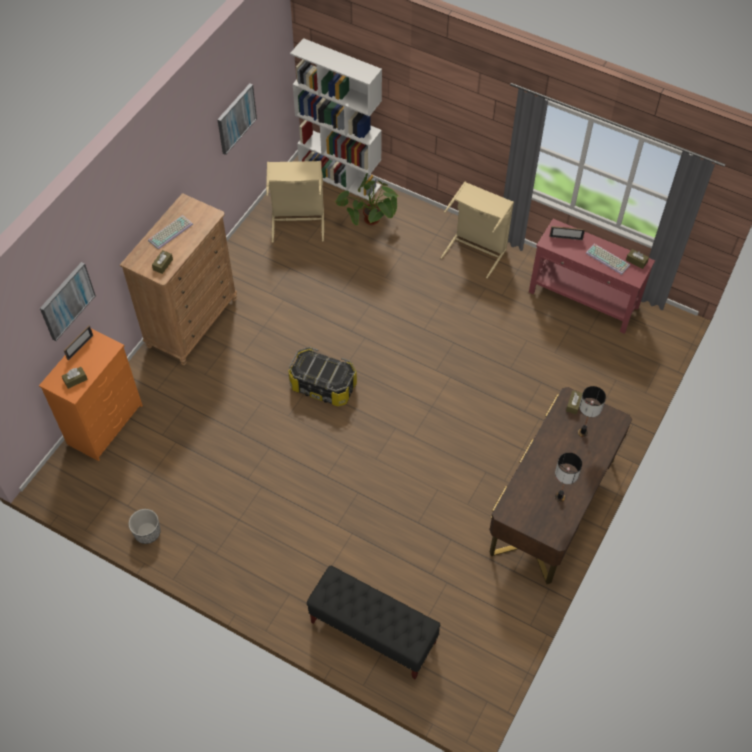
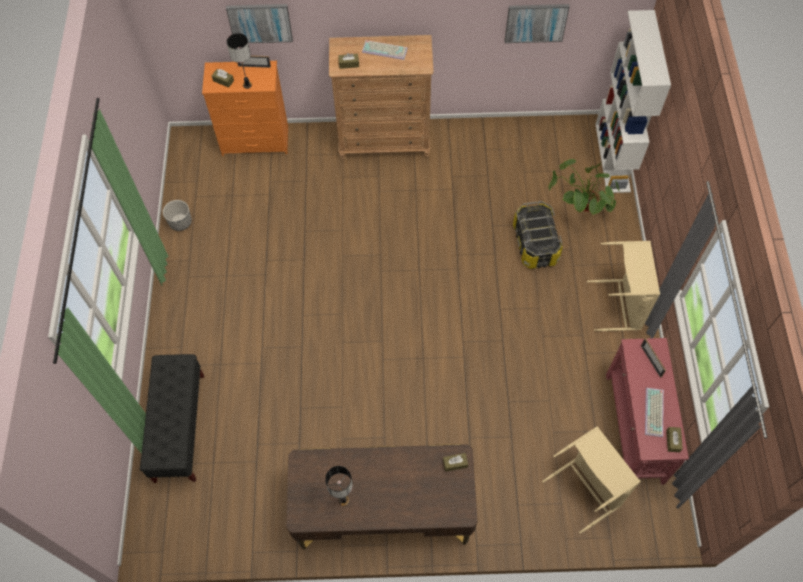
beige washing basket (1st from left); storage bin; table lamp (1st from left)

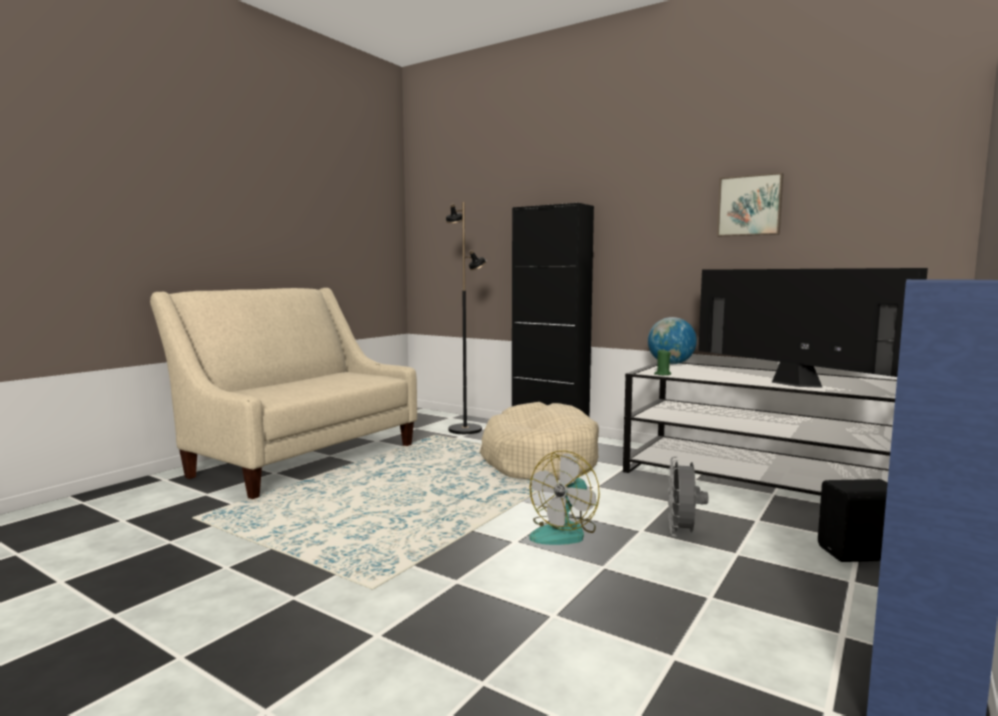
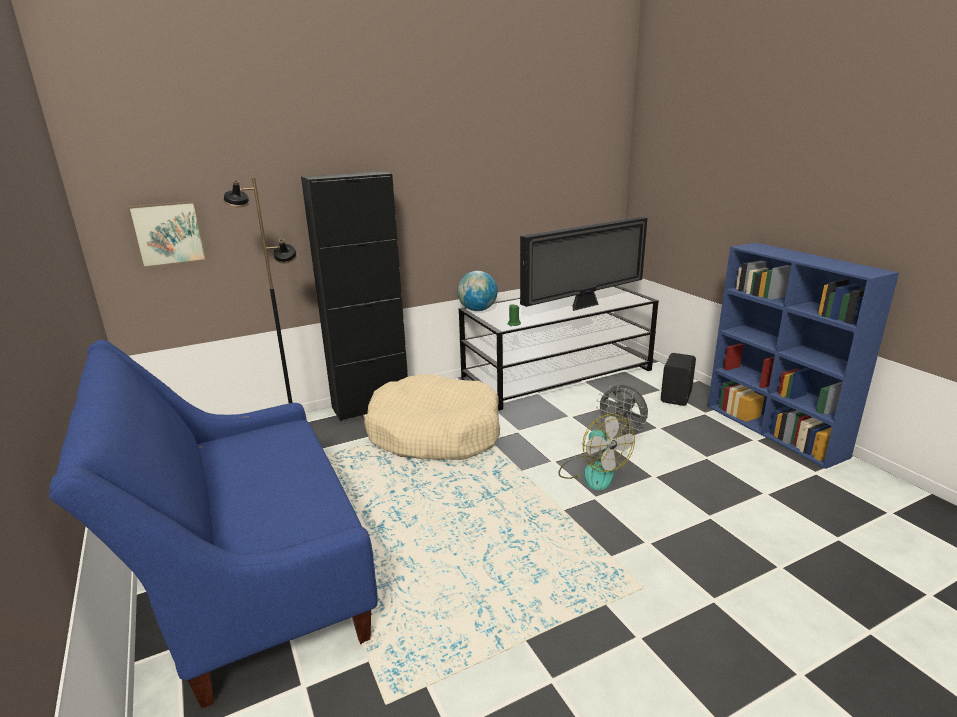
blue sofa; TV set; wall art

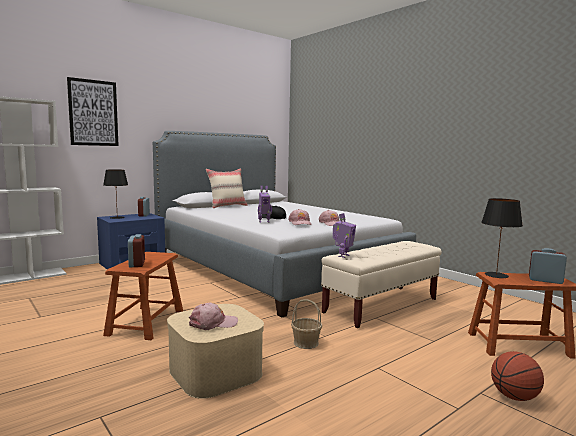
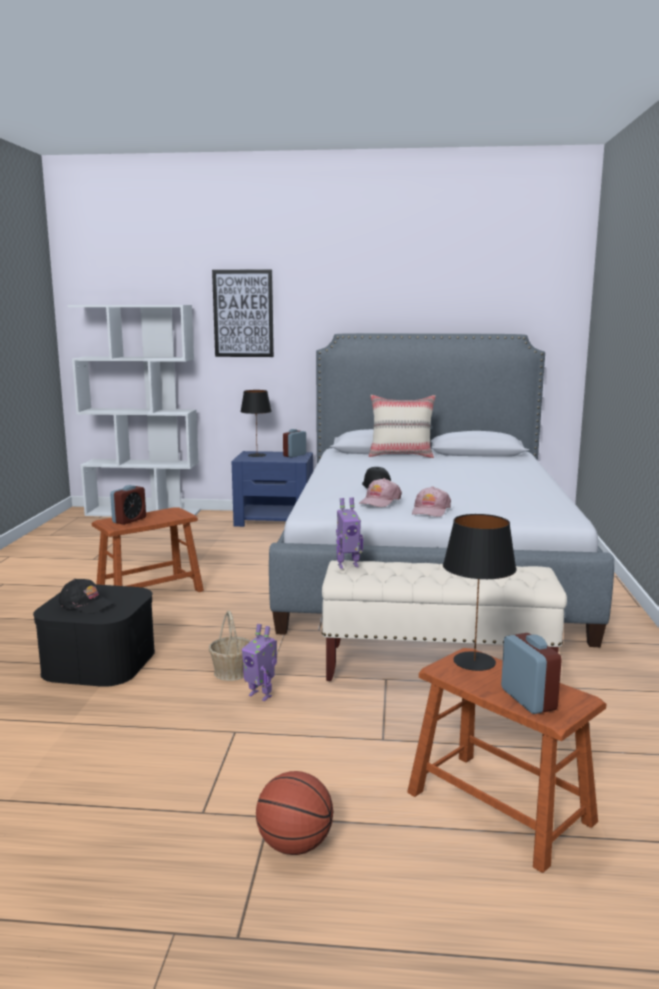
blackish storage bin; blackish peaked cap (1st from left); toy robot (1st from left)

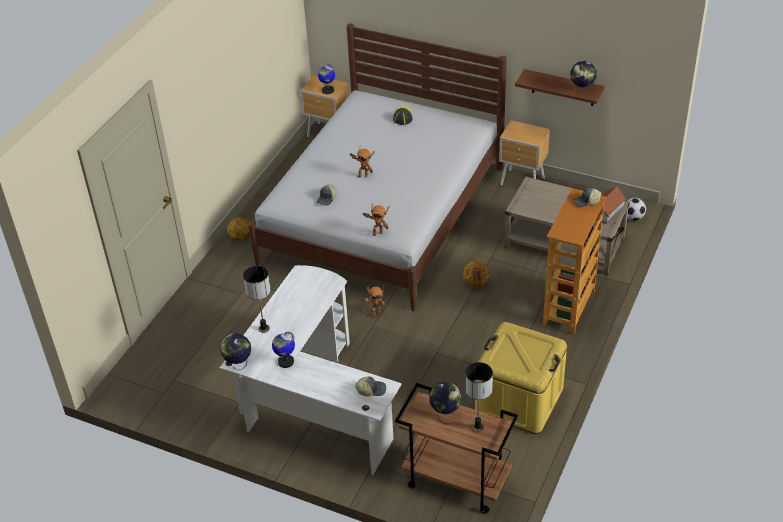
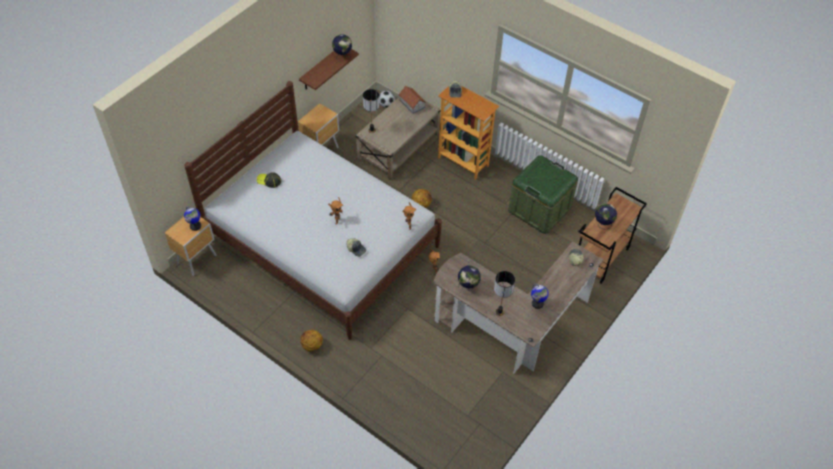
brown-coloured desk table; desk globe (3rd from left); table lamp (1st from left); green storage bin

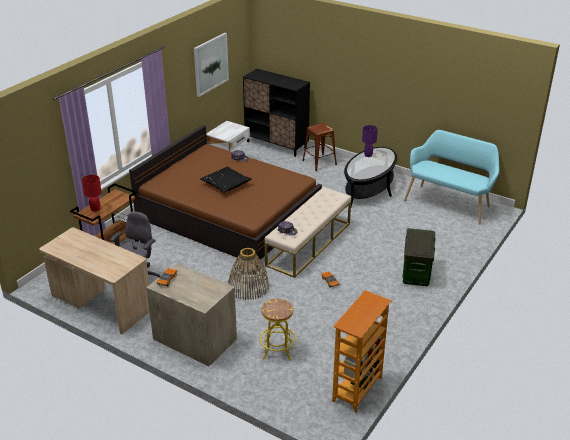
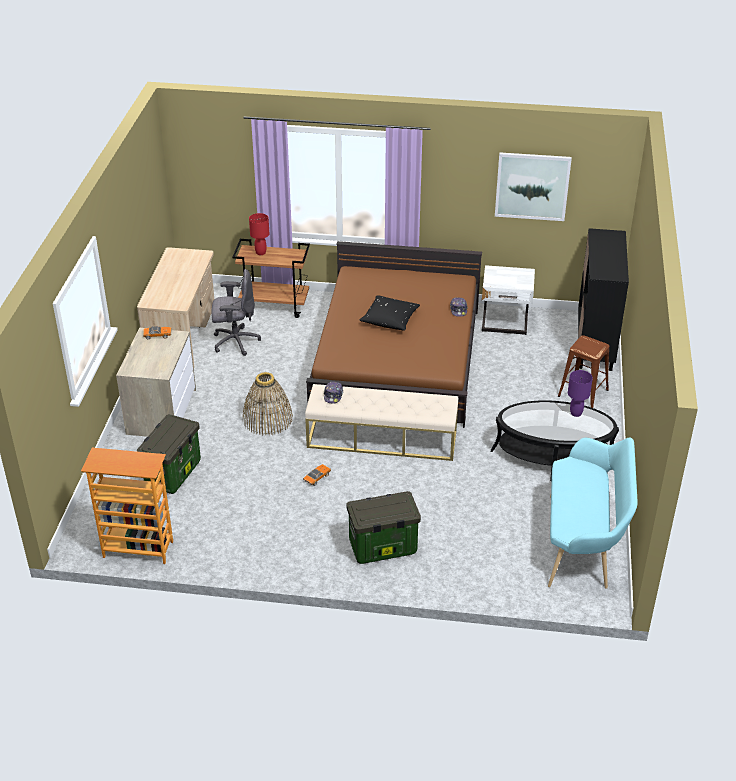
storage bin (1st from left)

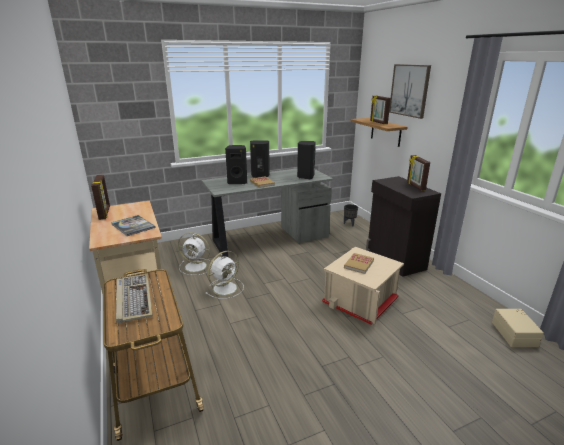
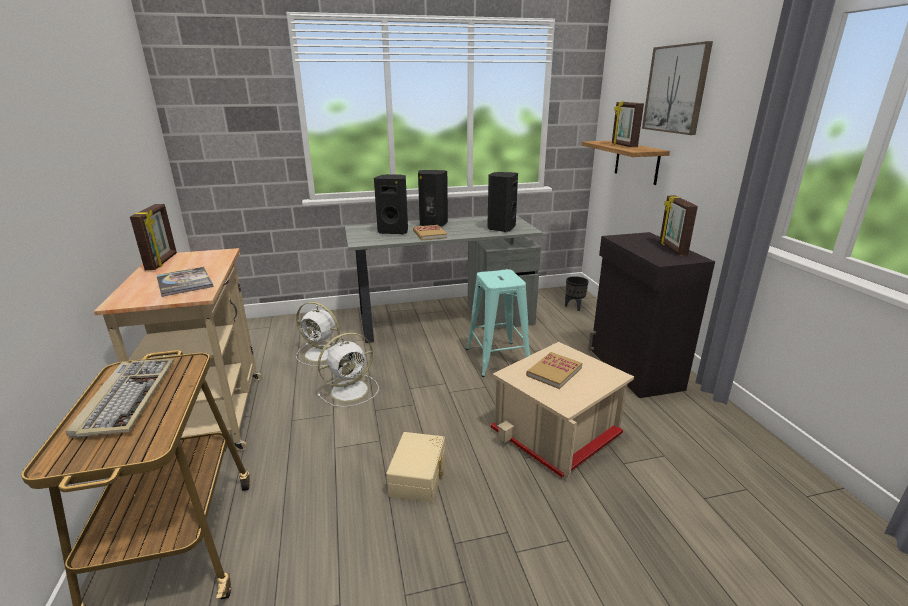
beige storage bin (1st from left); turquoise stool

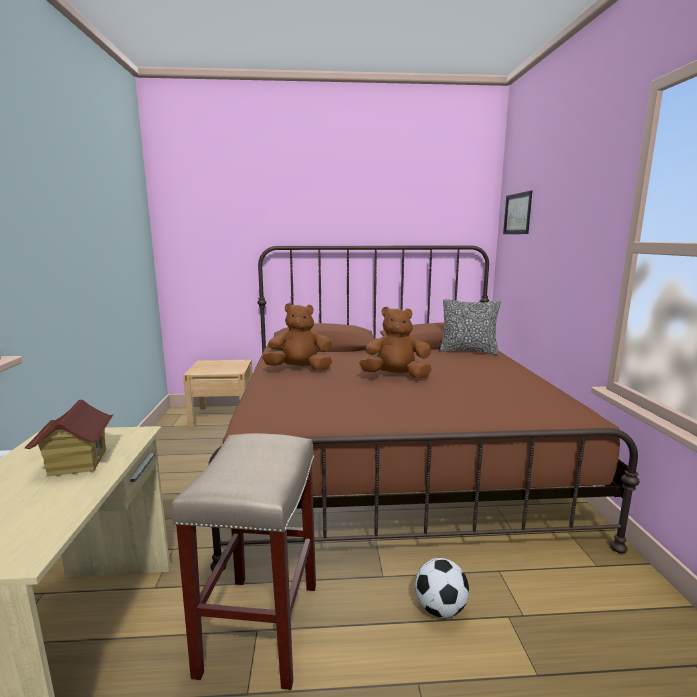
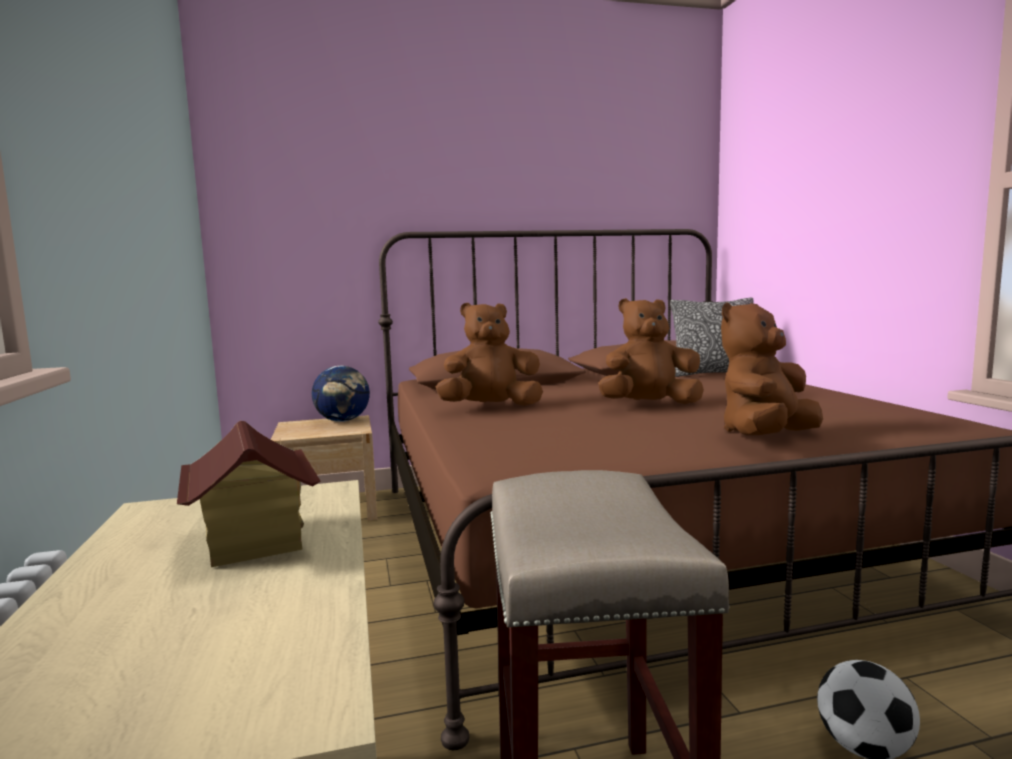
wall art; desk globe; brown-coloured soft toy (3rd from left)

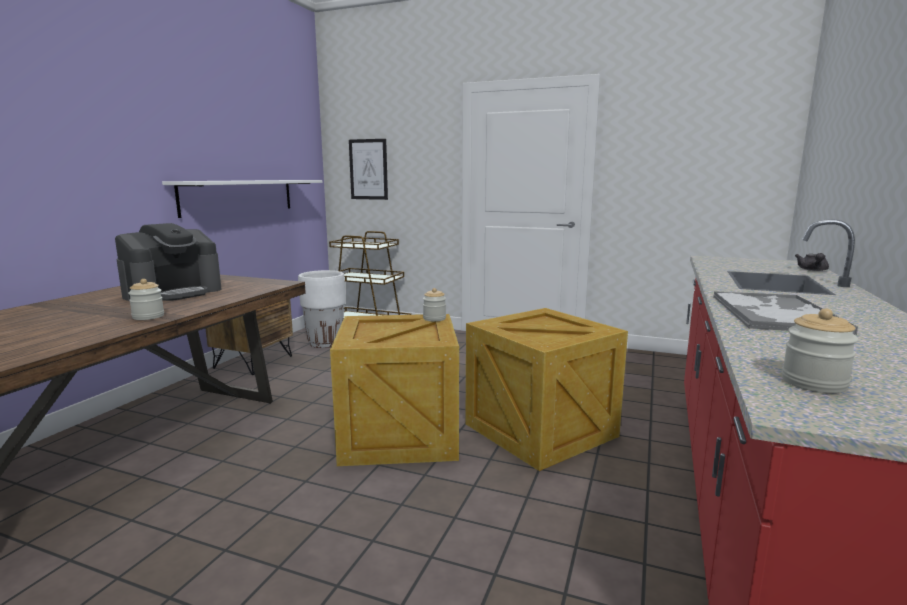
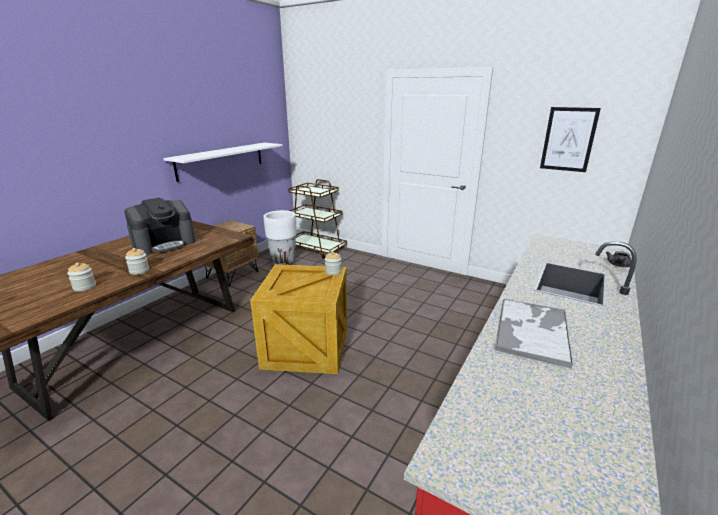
wall art; shipping crate (2nd from left in the first image); preserve jar (1st from left)

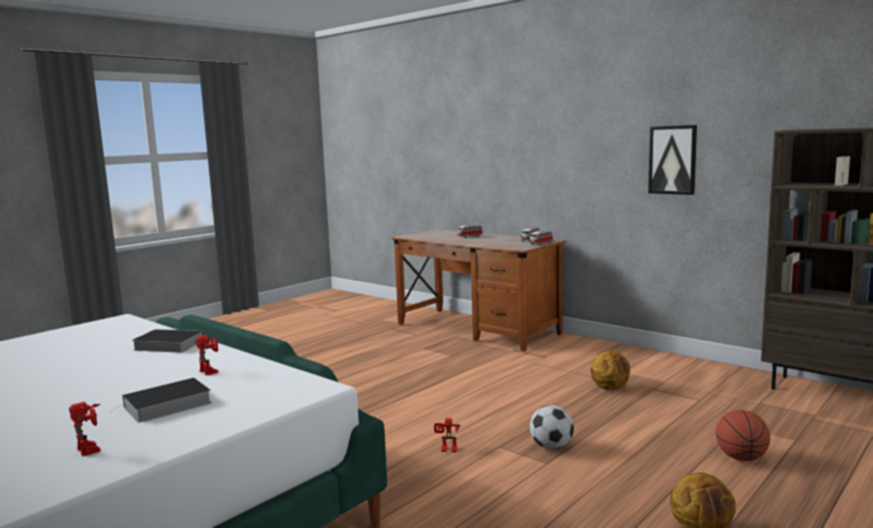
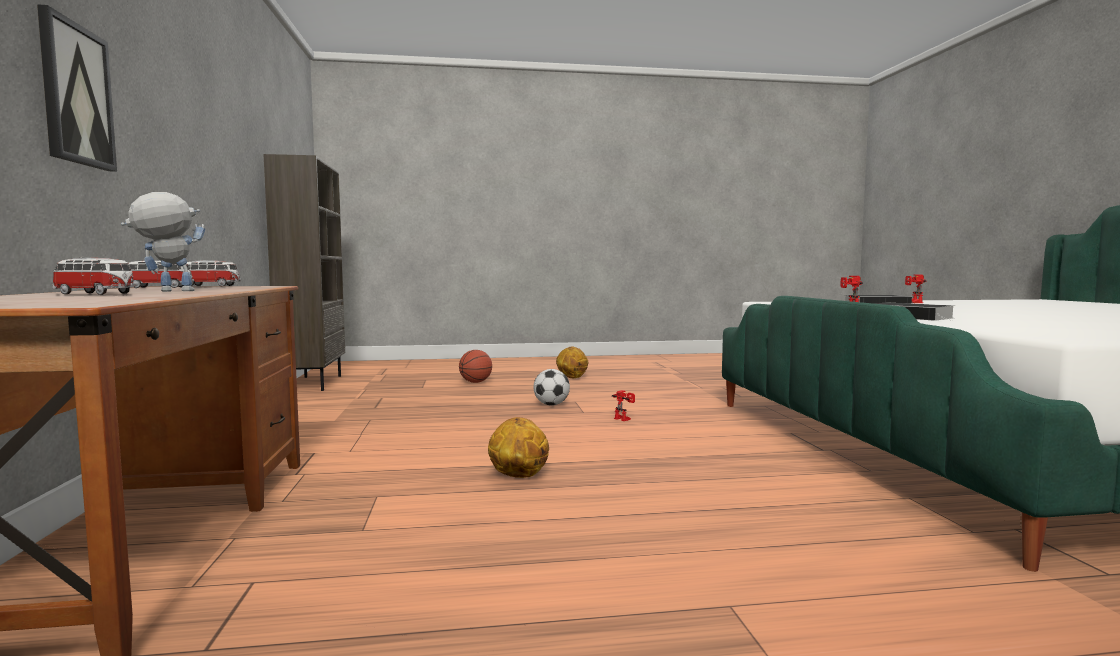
basketball ball (2nd from left); wall art; toy robot (1st from left)

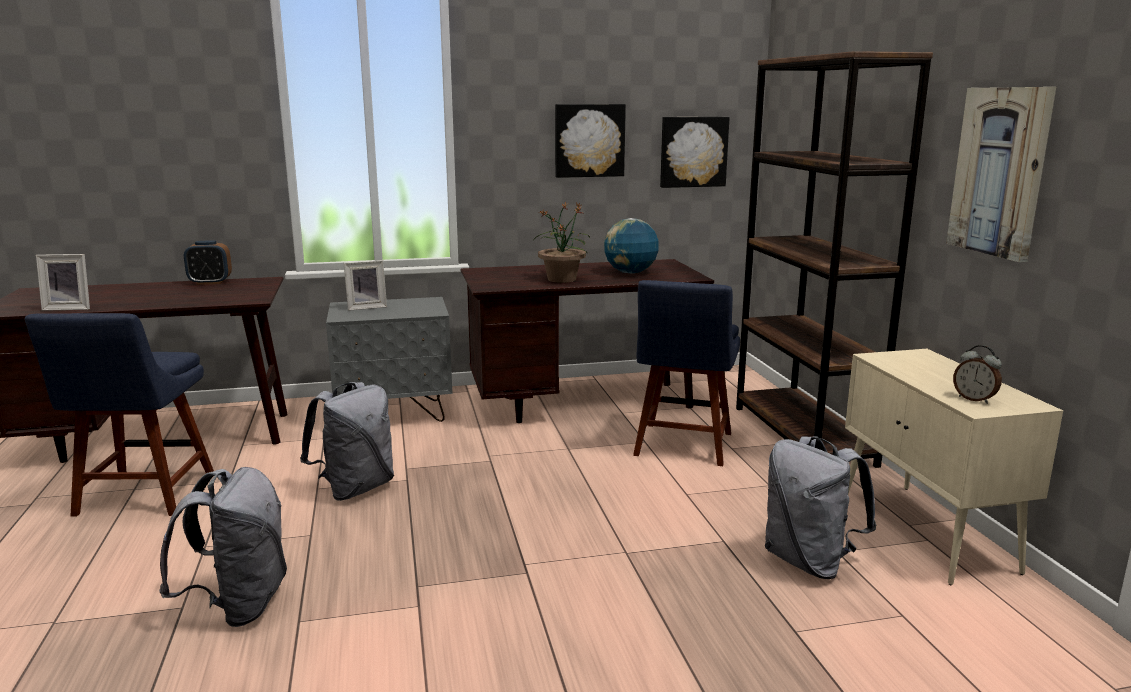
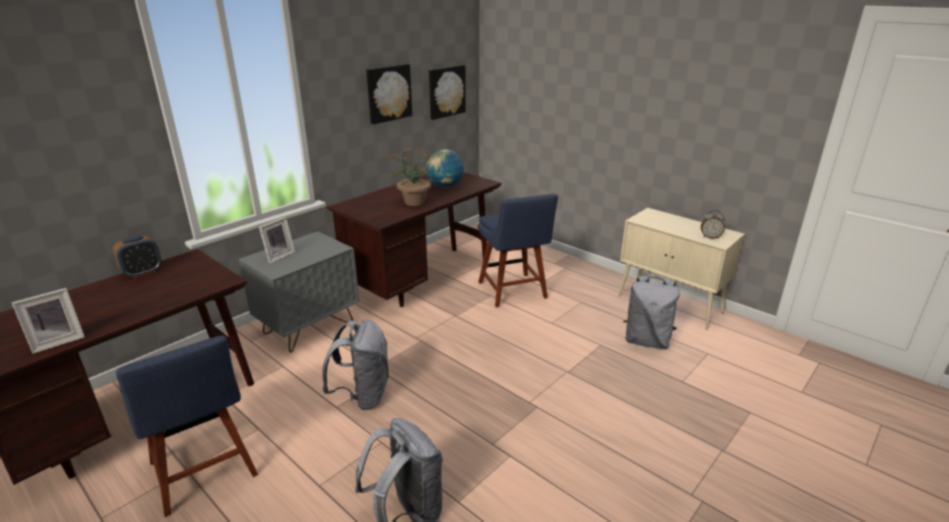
brown-coloured bookshelf; wall art (3rd from left in the first image)

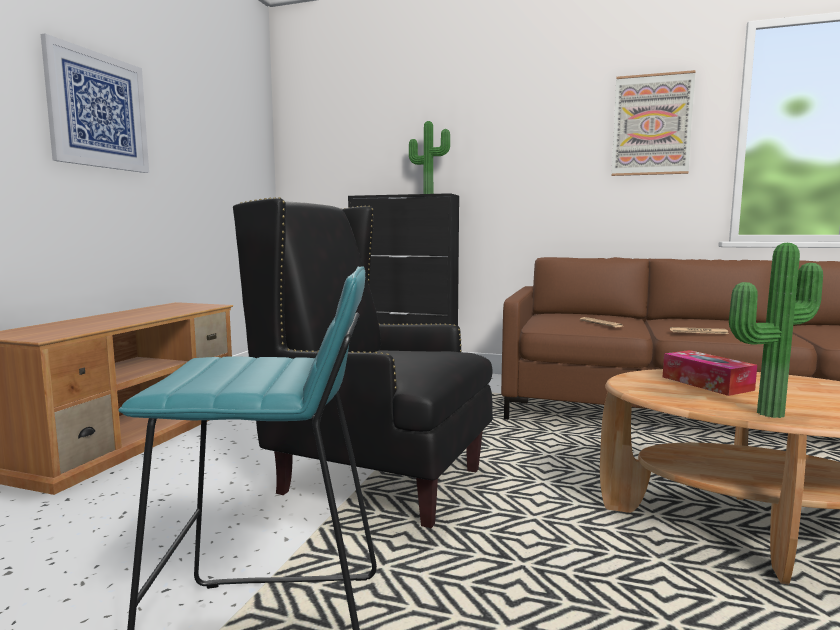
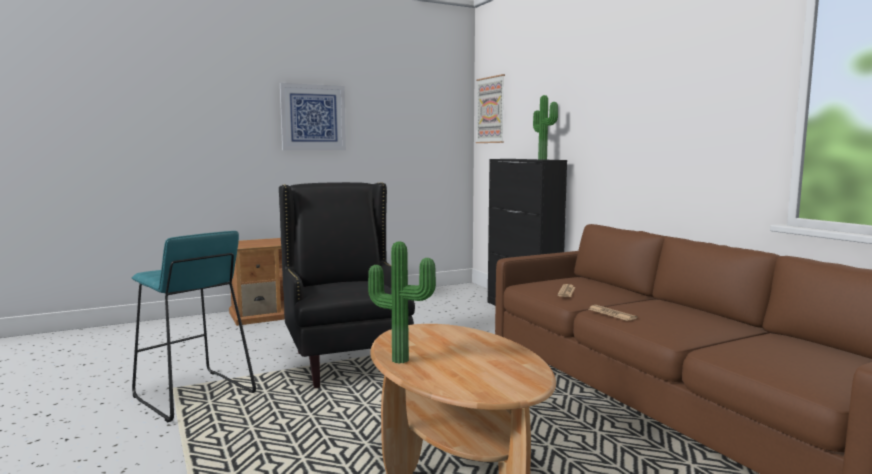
wall art (2nd from left); tissue holder

